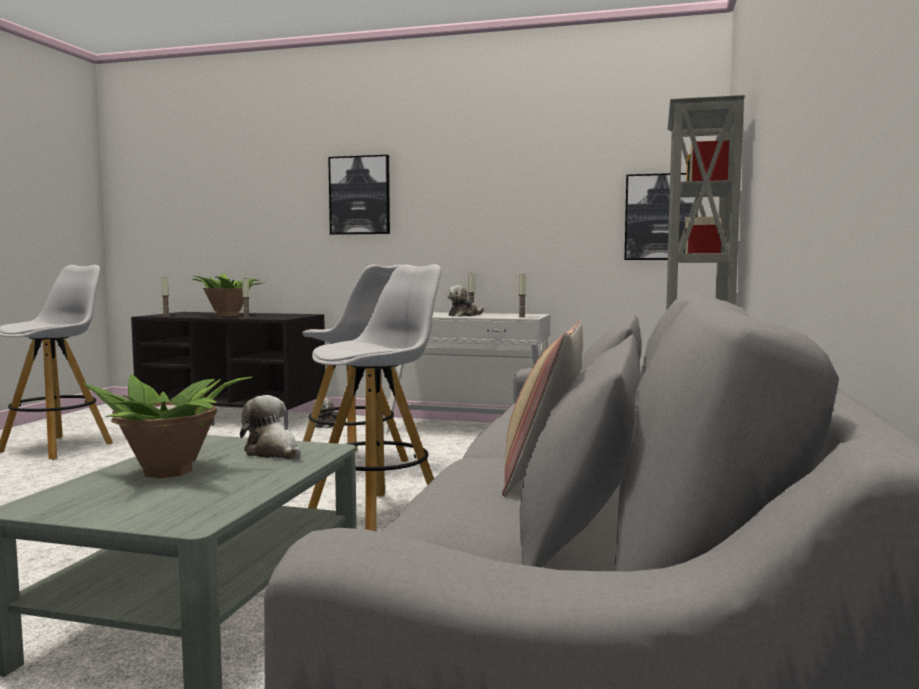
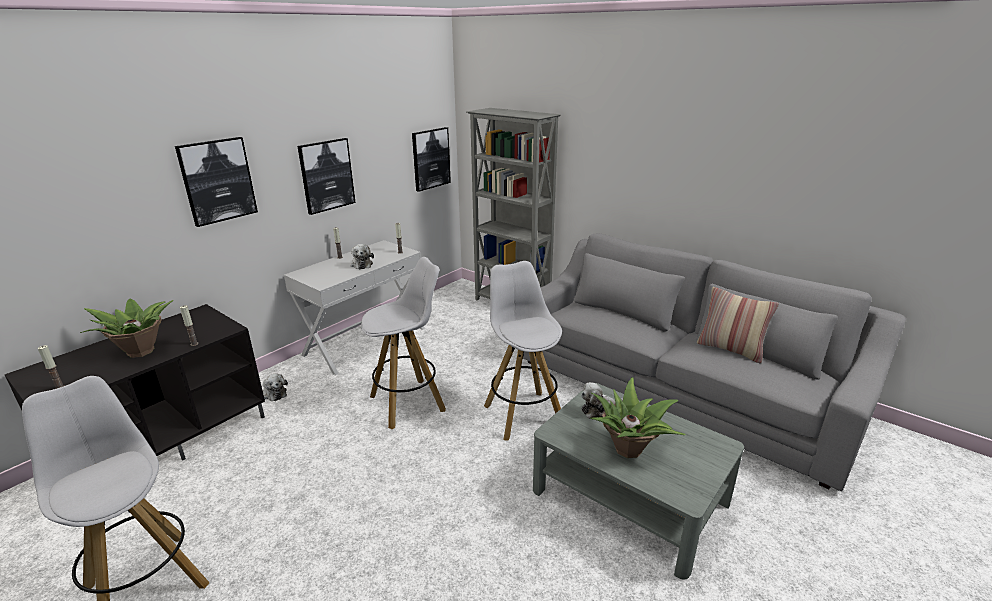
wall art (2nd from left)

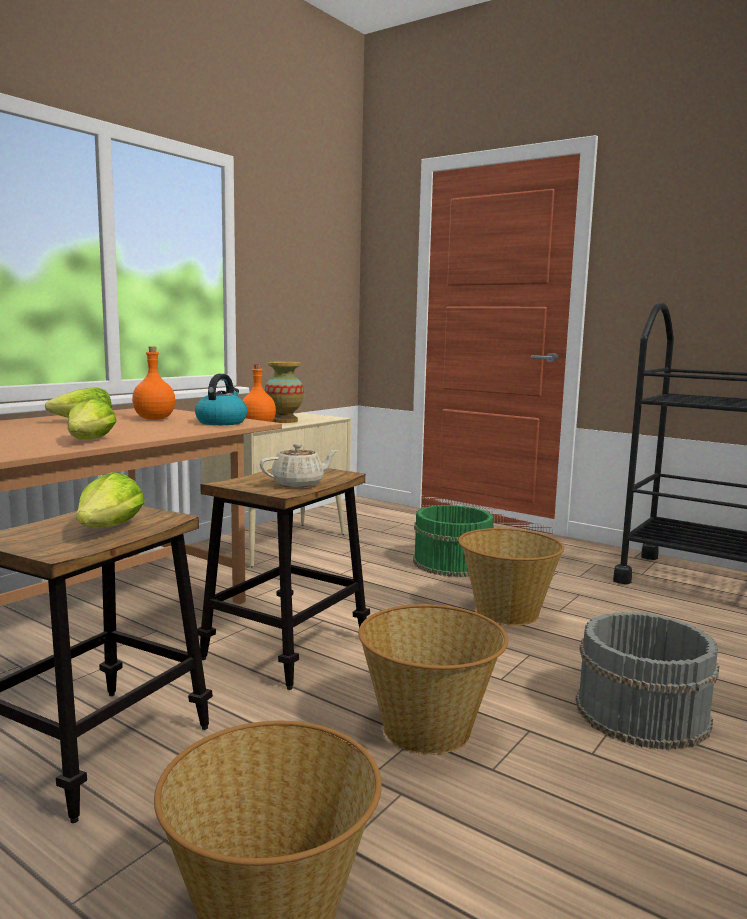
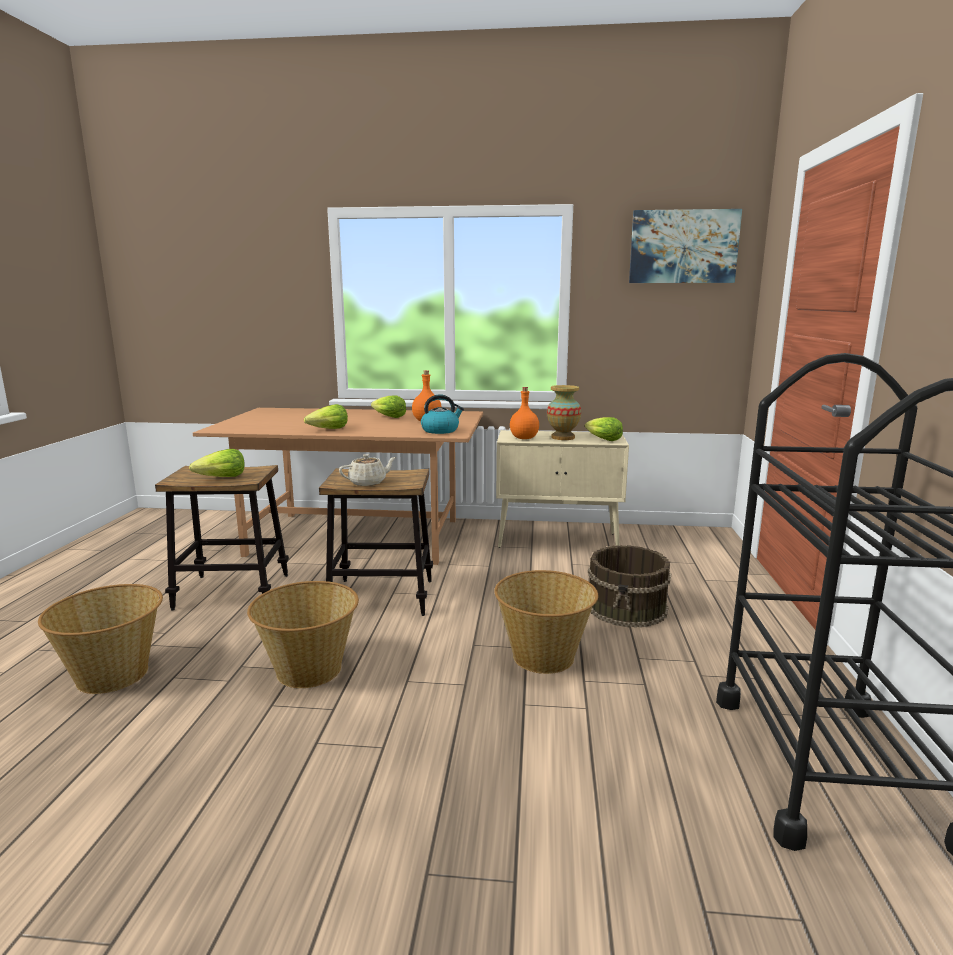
beige teapot; brown-coloured bucket; greyish bucket; head of lettuce (4th from left); wall art

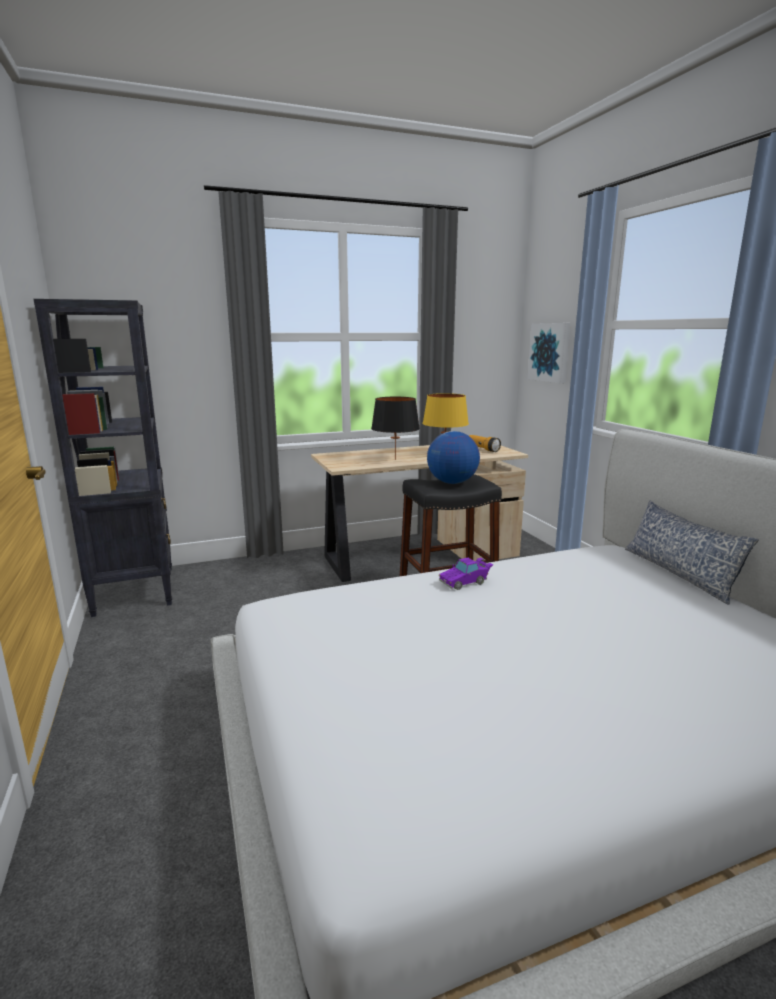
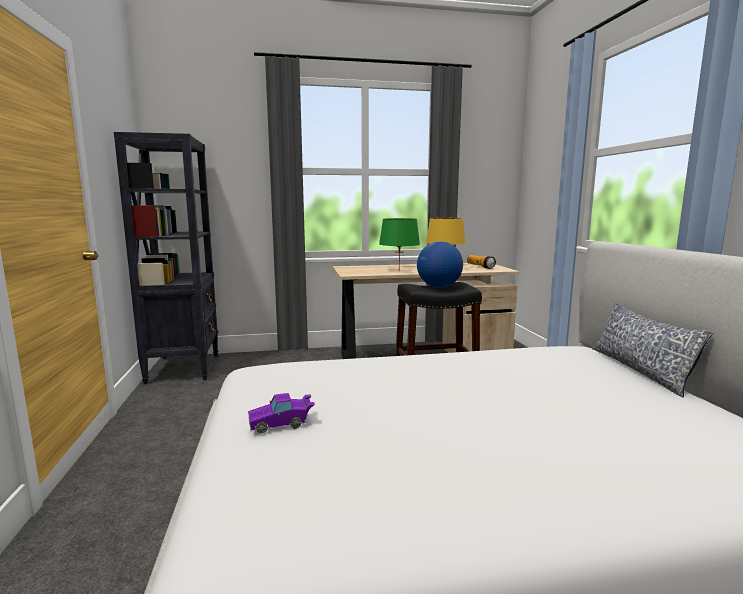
green table lamp; purplish model car; wall art

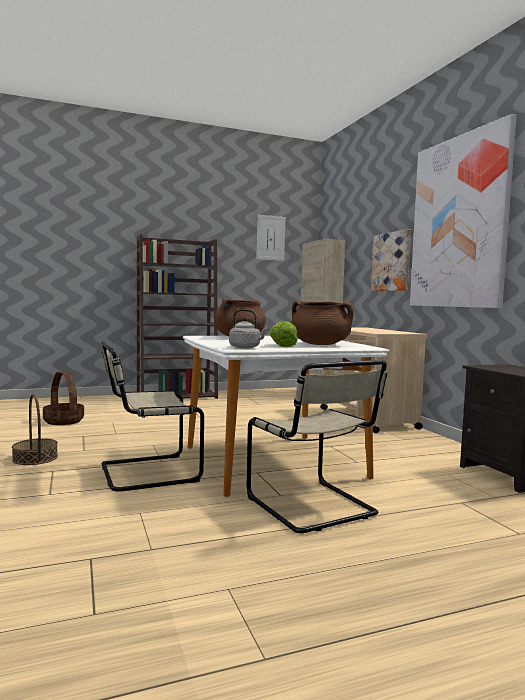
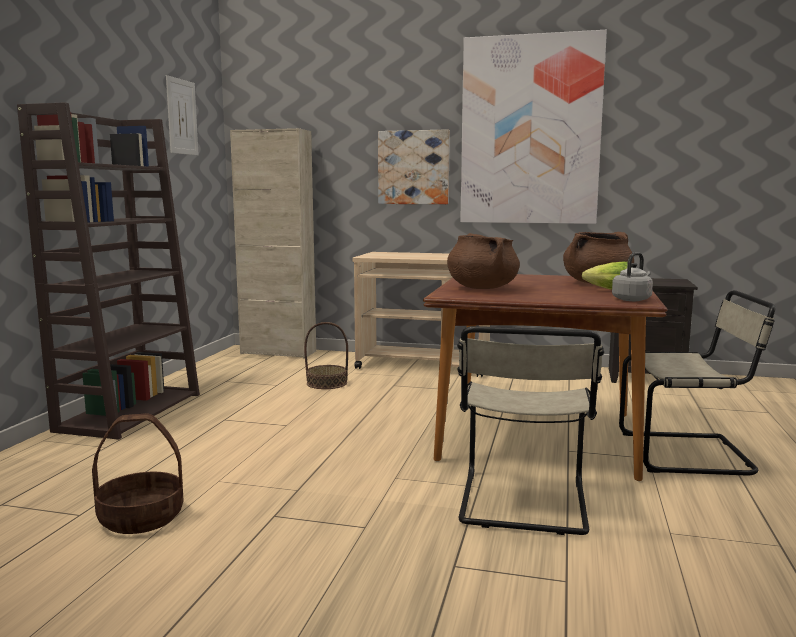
basket (2nd from left); brown-coloured kitchen table

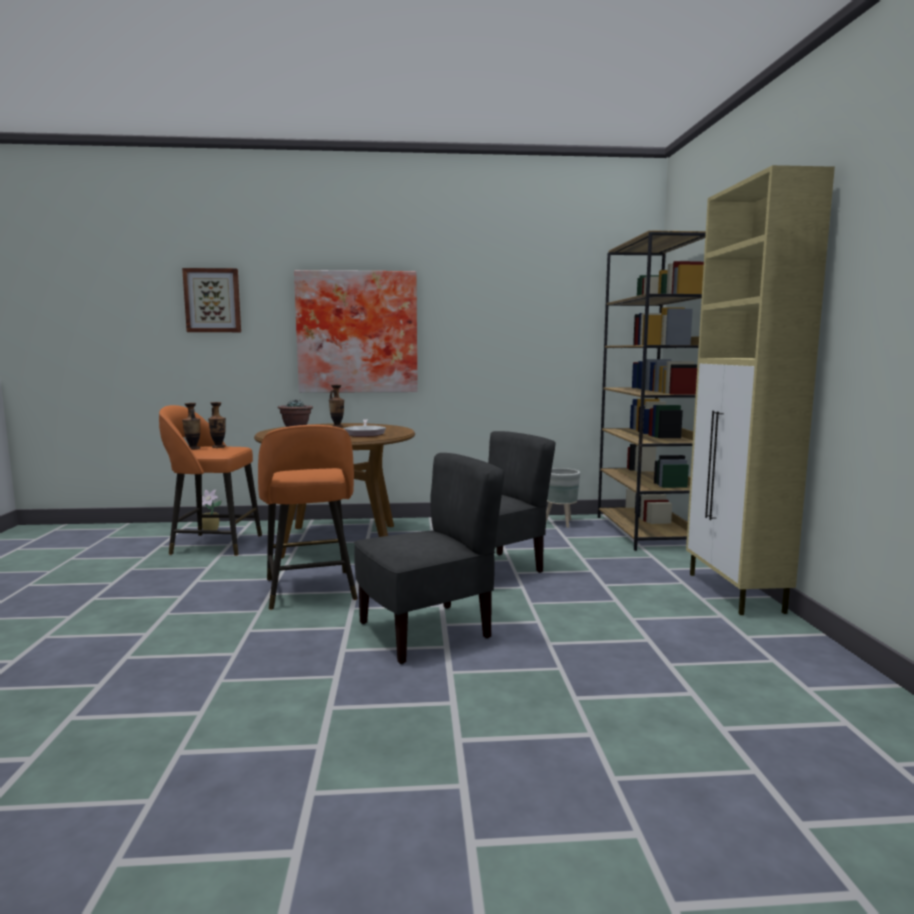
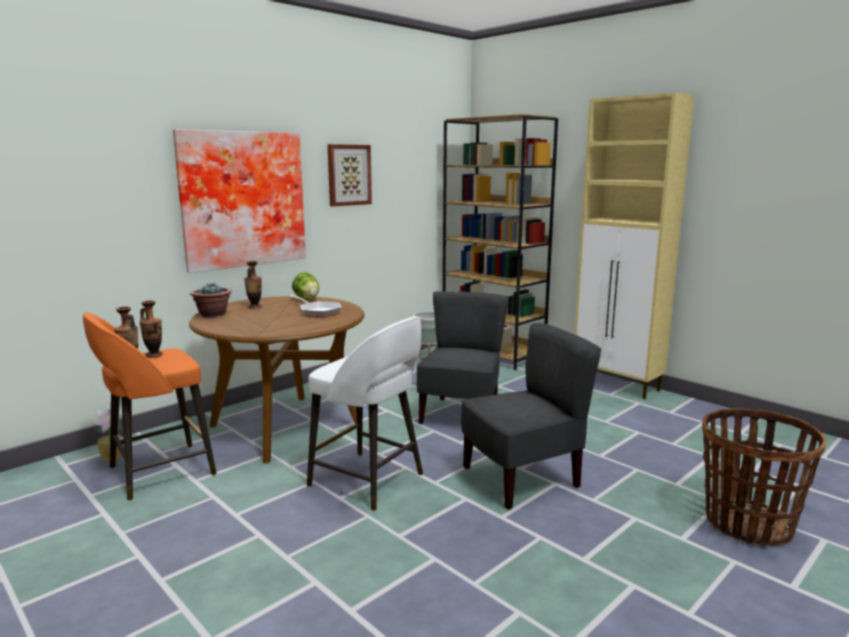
wall art (2nd from left); white stool; greyish plain chair (2nd from left); head of lettuce; basket

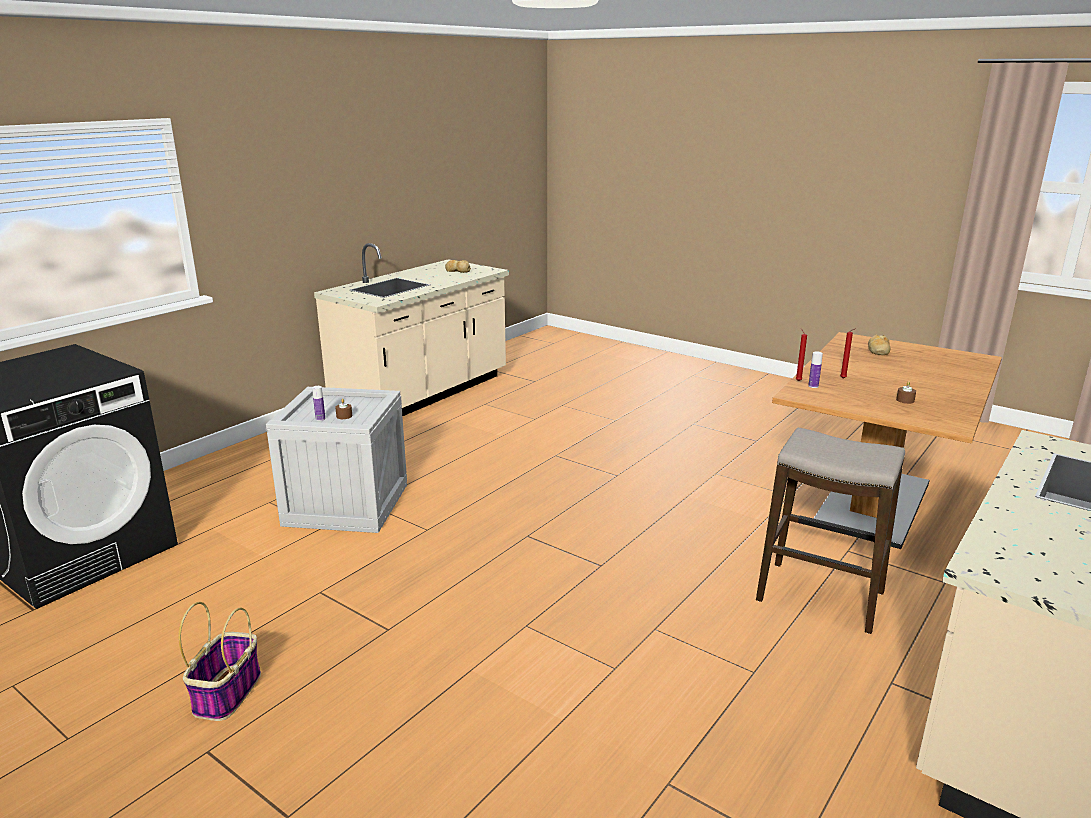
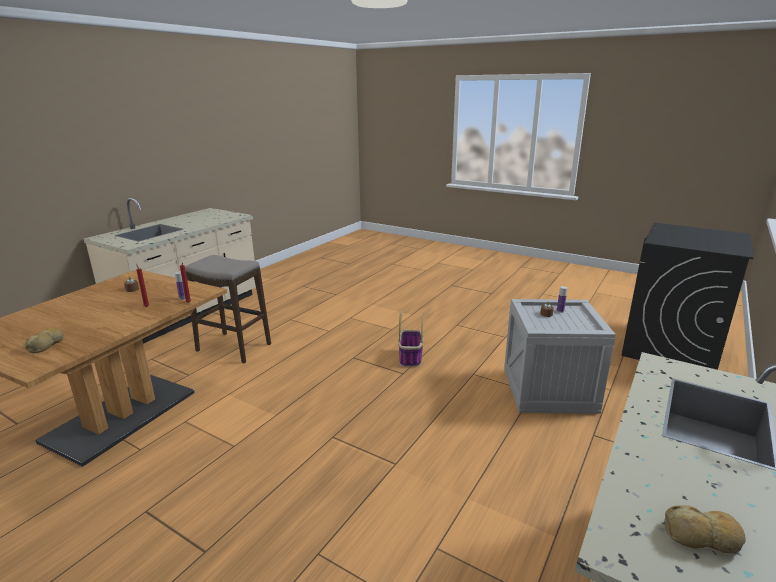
basket

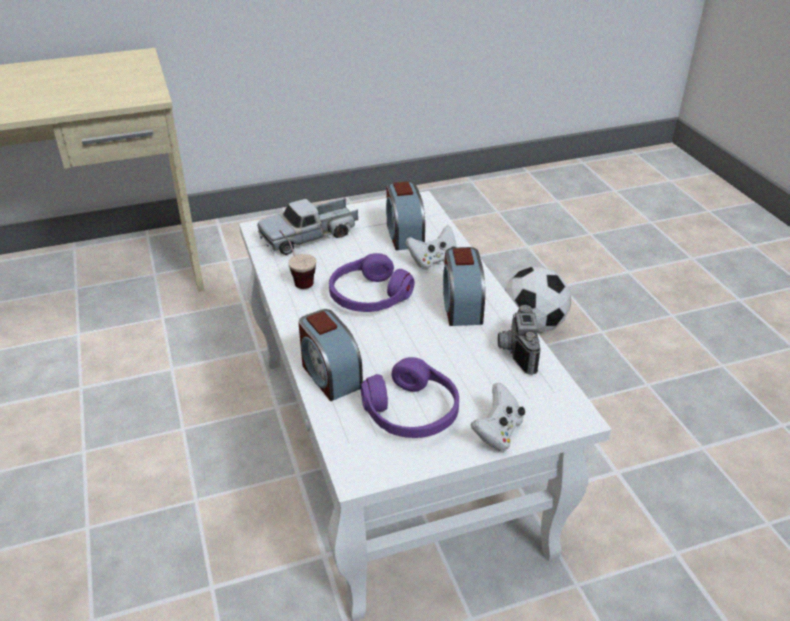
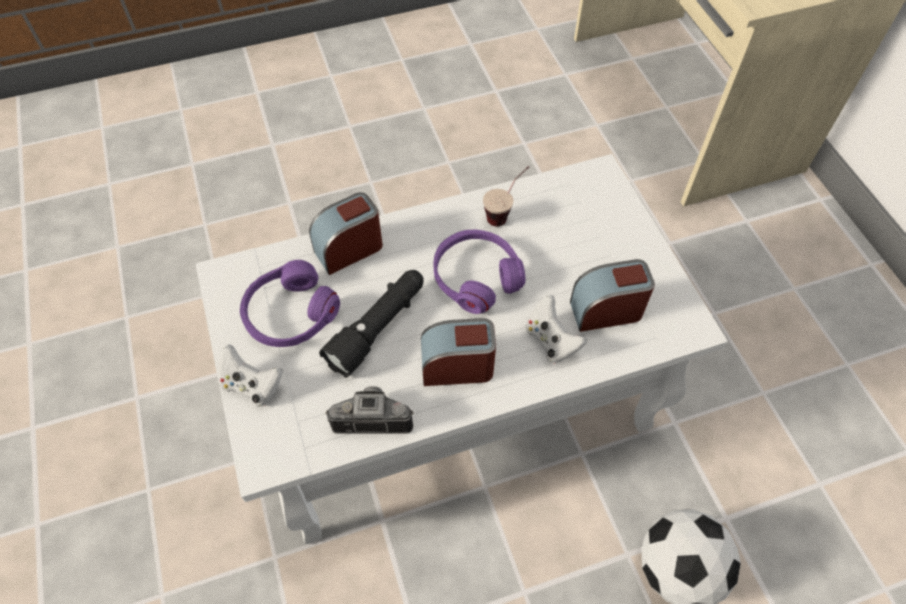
toy lorry; blackish flashlight

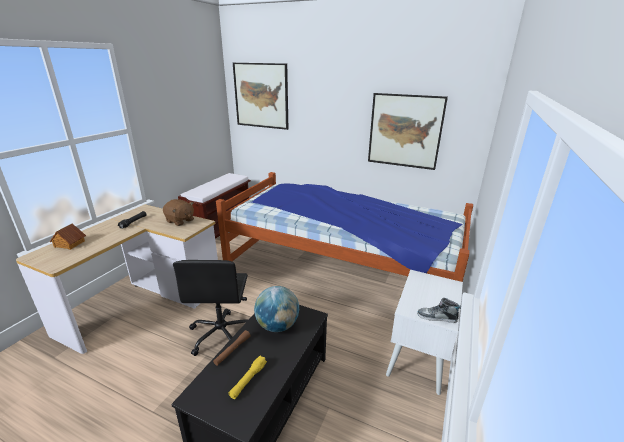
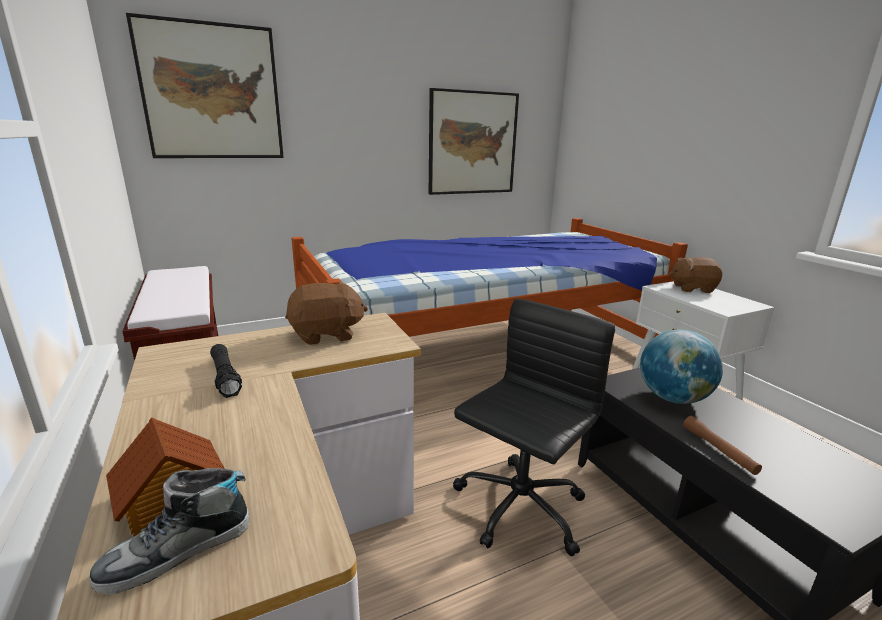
blackish desk chair; yellow flashlight; item of footwear; brown-coloured soft toy (2nd from left)

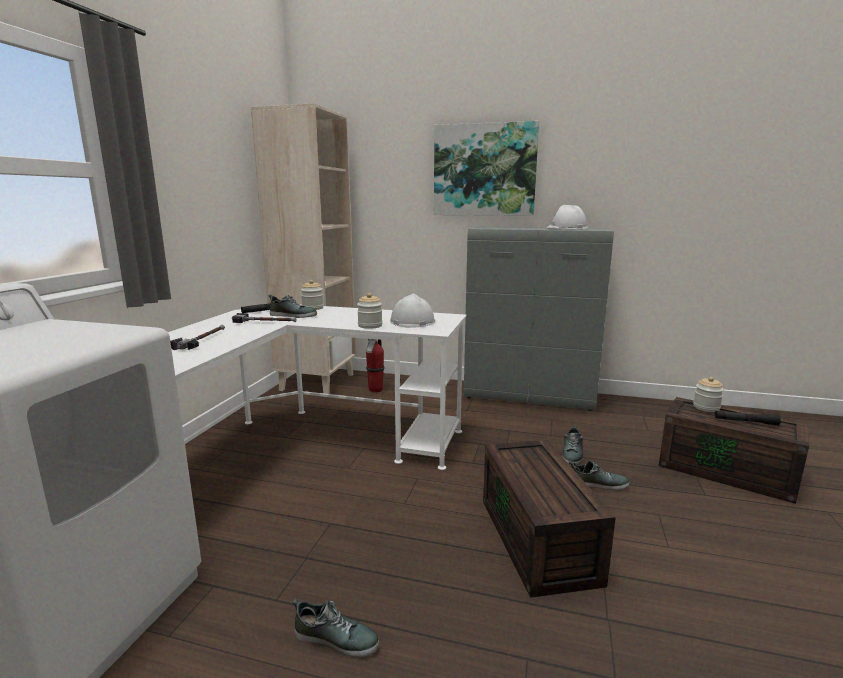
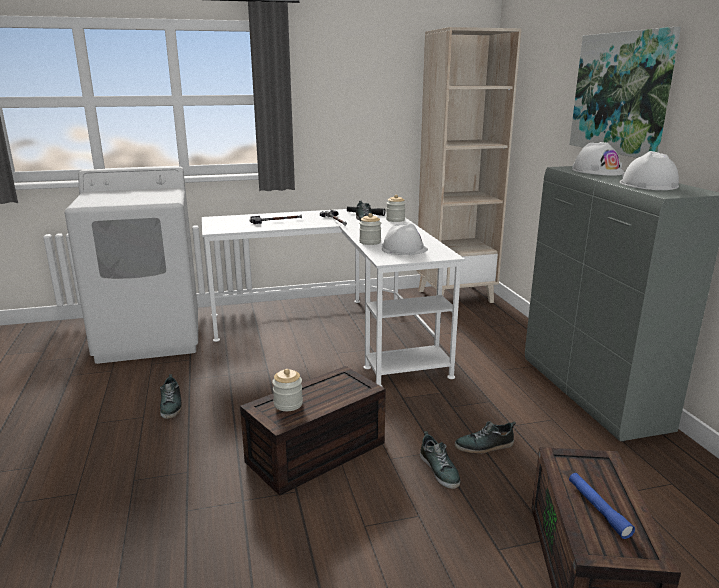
fire extinguisher; preserve jar (1st from left); blue flashlight; white hard hat (2nd from left)

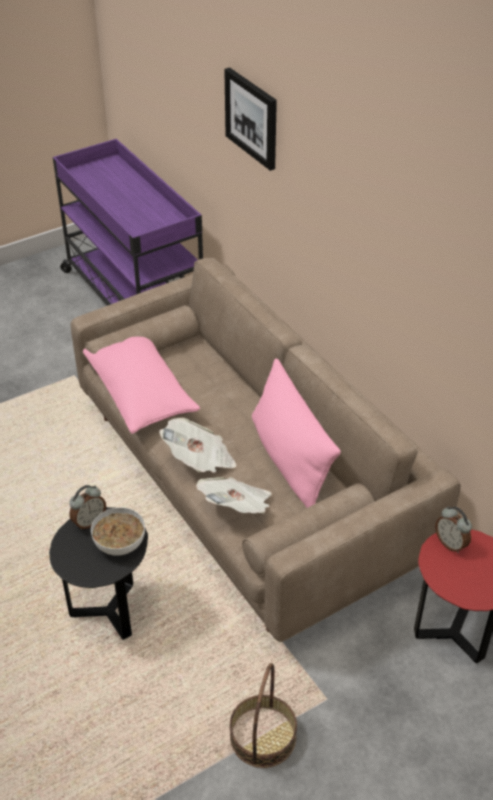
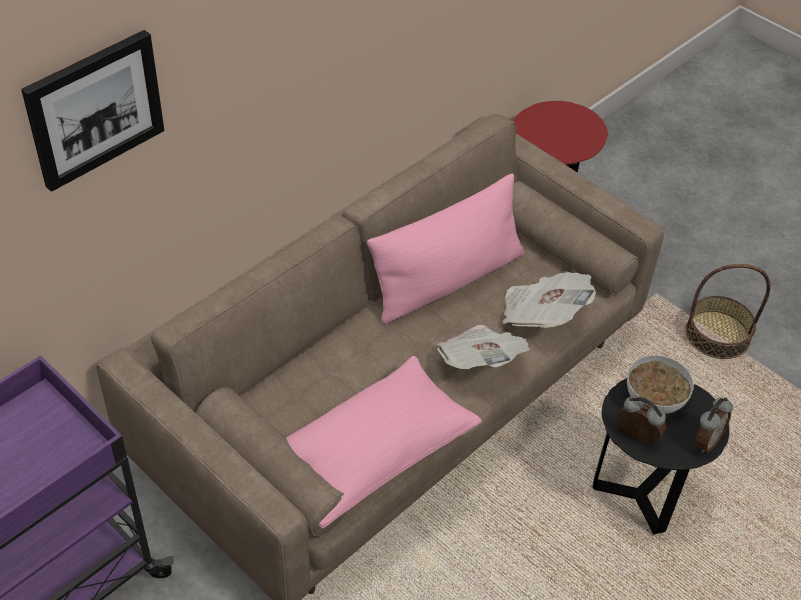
table clock (2nd from left)

